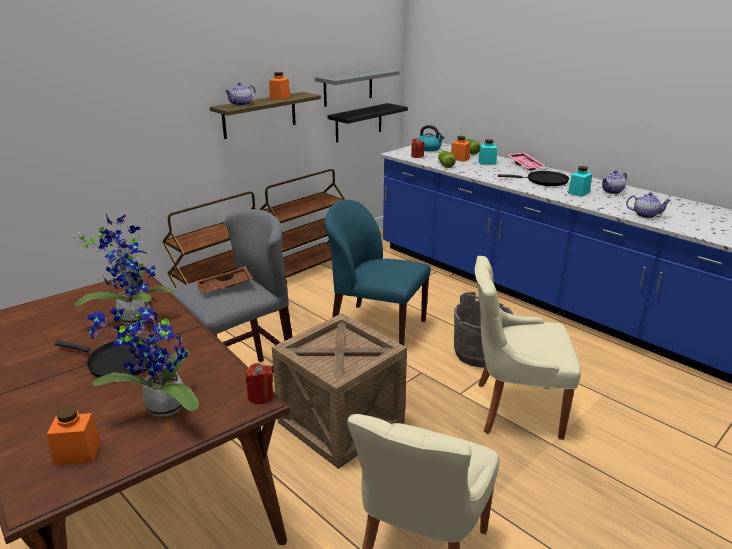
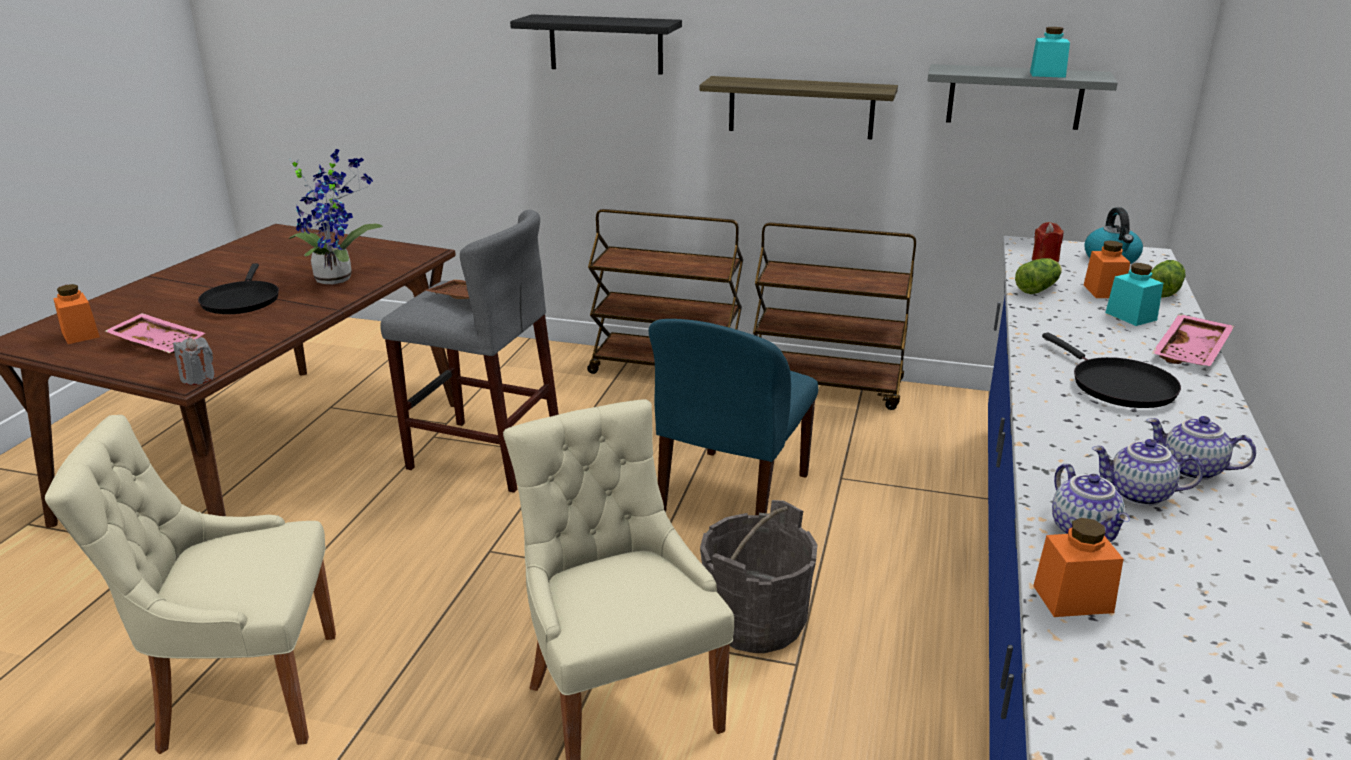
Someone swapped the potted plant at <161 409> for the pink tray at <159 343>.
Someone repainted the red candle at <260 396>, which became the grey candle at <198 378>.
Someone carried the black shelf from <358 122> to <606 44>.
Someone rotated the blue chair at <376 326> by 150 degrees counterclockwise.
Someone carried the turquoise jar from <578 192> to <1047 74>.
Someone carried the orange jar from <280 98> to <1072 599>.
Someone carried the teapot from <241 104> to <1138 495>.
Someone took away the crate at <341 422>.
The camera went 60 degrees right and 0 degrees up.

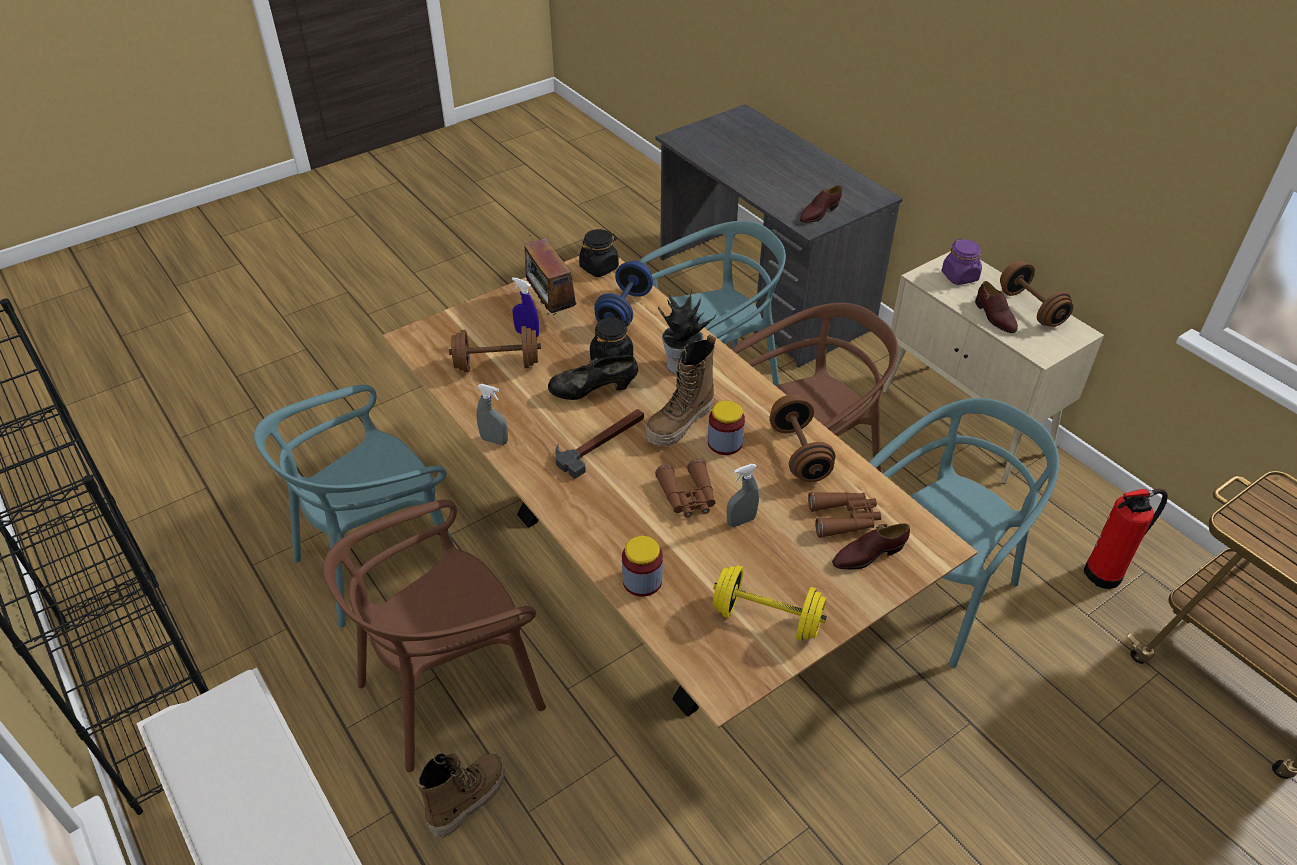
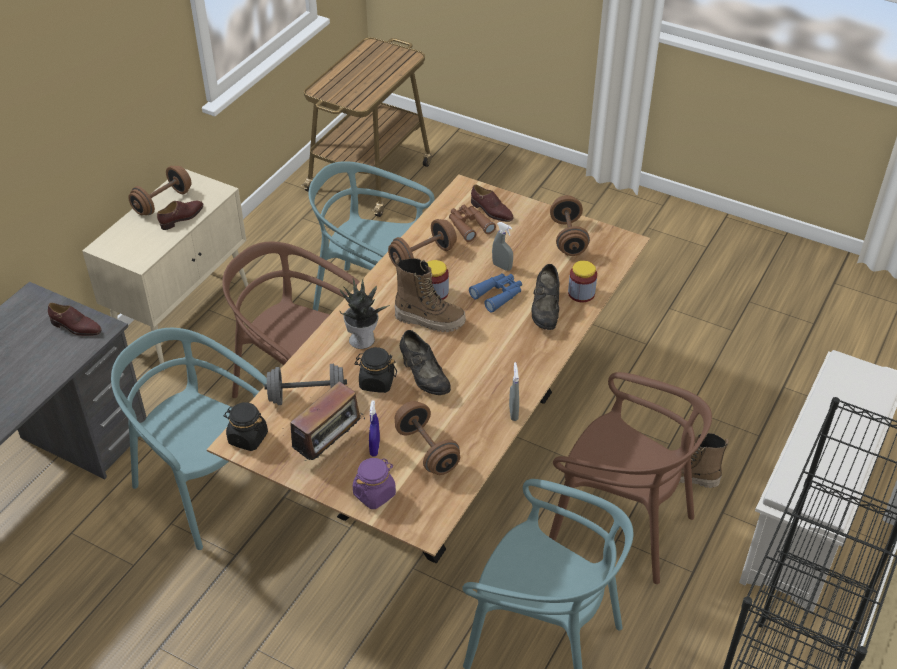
Someone repainted the blue dumbbell at <624 310>, which became the grey dumbbell at <307 397>.
Someone carried the purple jar from <960 276> to <374 494>.
Someone repainted the brown binoculars at <688 497>, which became the blue binoculars at <498 295>.
Someone put down the black shoe at <545 311>.
Someone repainted the yellow dumbbell at <767 618>, which became the brown dumbbell at <568 238>.
Someone took away the hammer at <601 442>.
Someone took away the fire extinguisher at <1106 573>.
The camera went 115 degrees left and 0 degrees up.

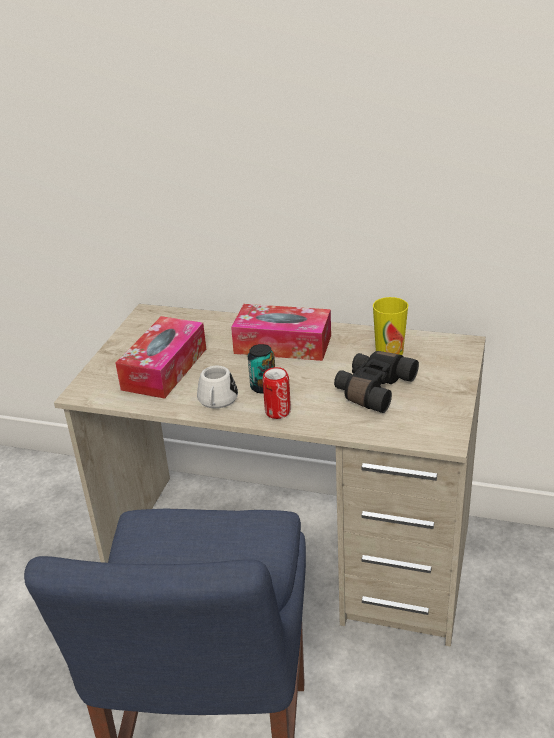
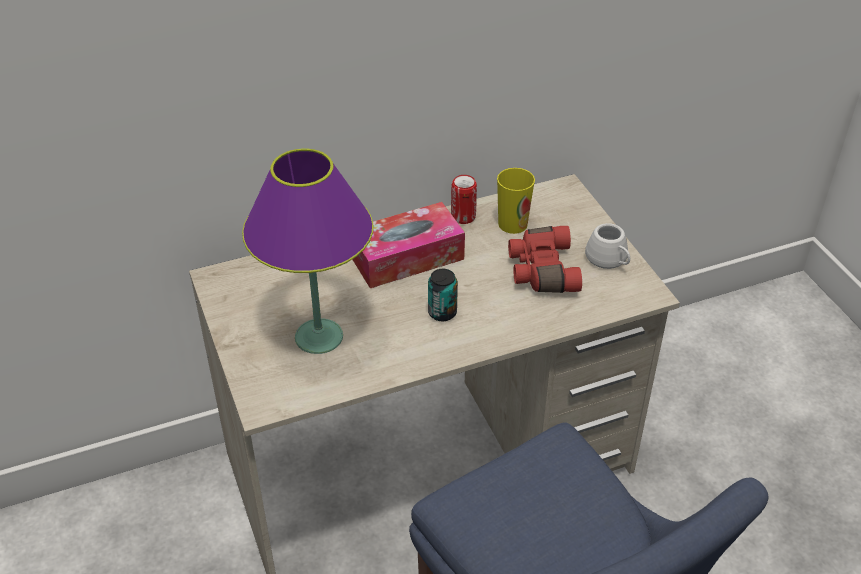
Someone swapped the tissue box at <164 369> for the purple table lamp at <319 337>.
Someone carried the can from <278 412> to <463 217>.
Someone repainted the black binoculars at <373 389>, which became the red binoculars at <541 270>.
Someone carried the white mug from <217 401> to <609 260>.
The camera went 40 degrees left and 10 degrees up.

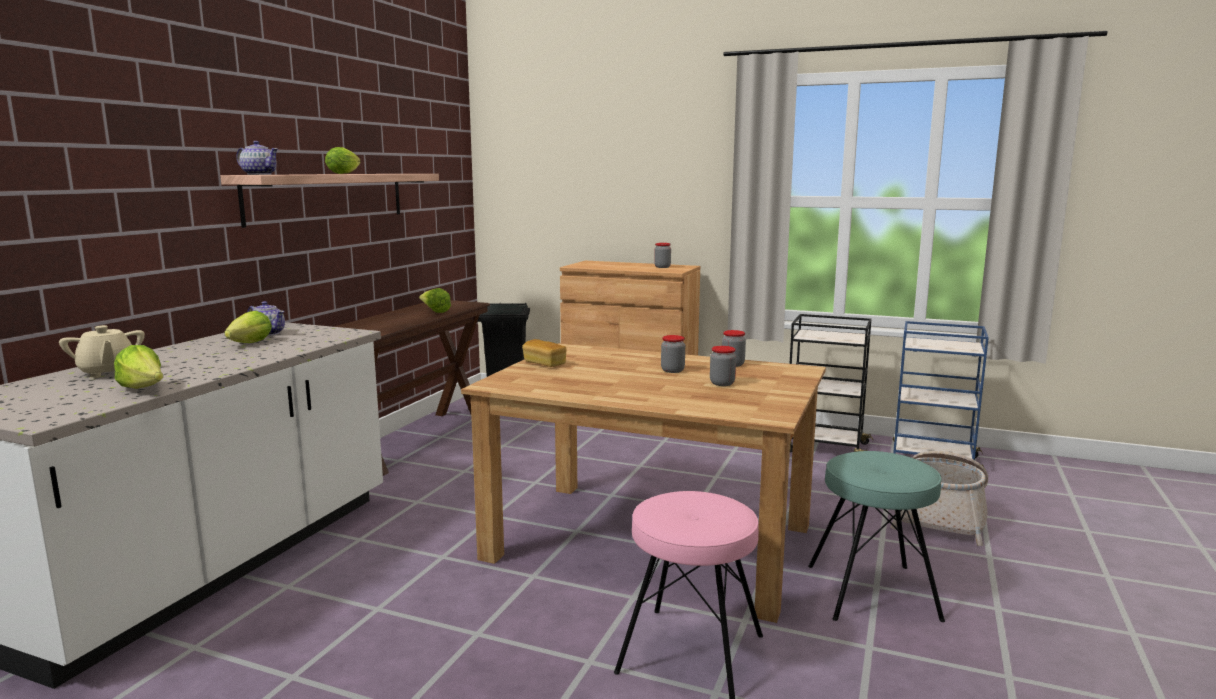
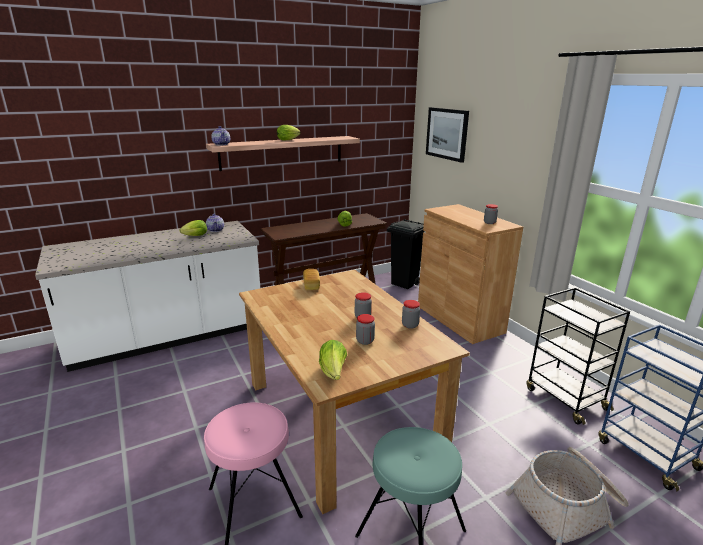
Someone carried the lettuce from <145 390> to <333 372>.
Someone put up the picture at <447 133>.
Someone took away the beige teapot at <107 373>.
The camera went 40 degrees right and 10 degrees up.

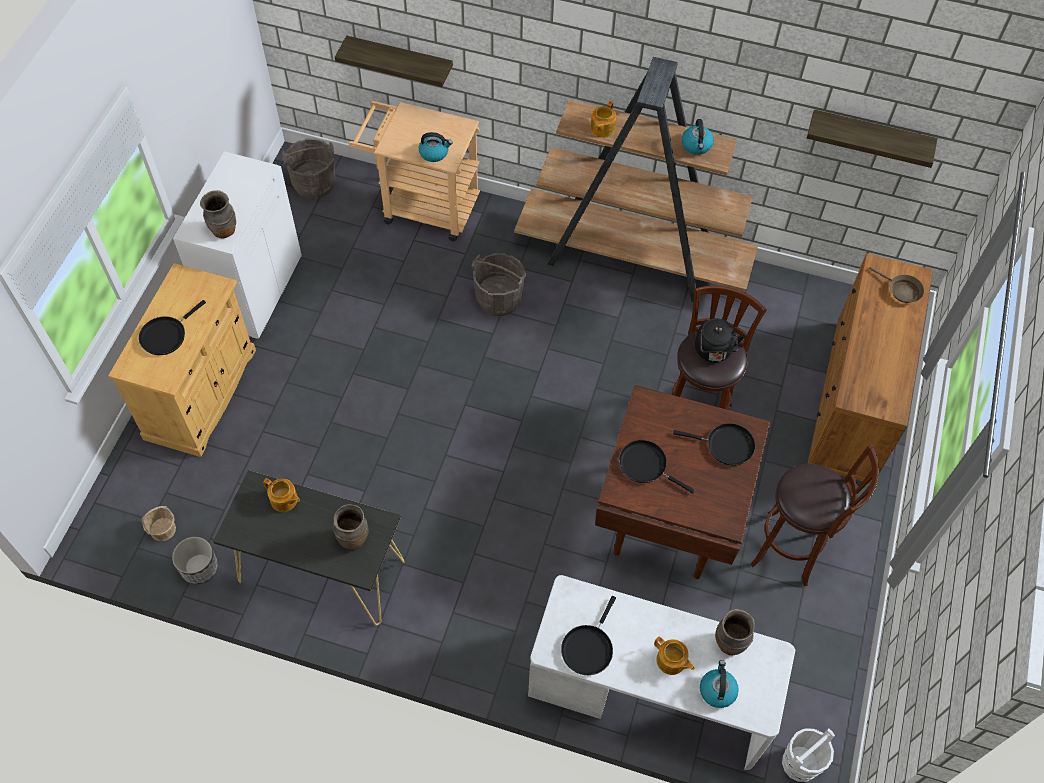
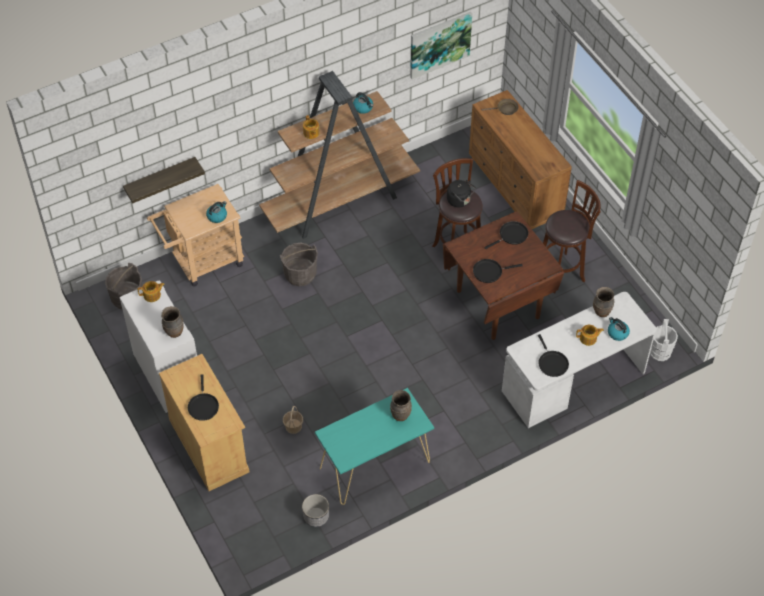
Someone carried the teapot from <284 500> to <152 295>.
Someone carried the basket from <162 529> to <293 426>.
Someone repainted the black console table at <321 570>, which became the turquoise console table at <374 465>.
Someone swapped the shelf at <870 136> for the picture at <439 44>.
The camera went 45 degrees left and 5 degrees down.

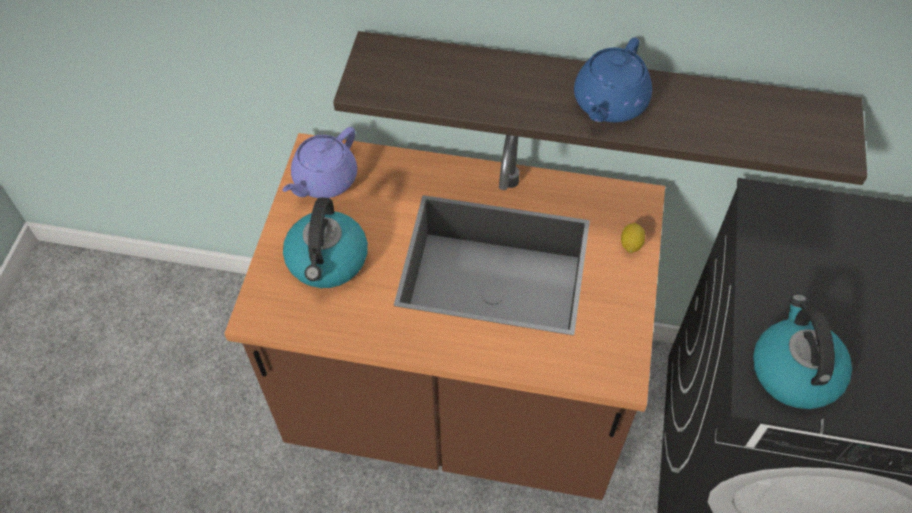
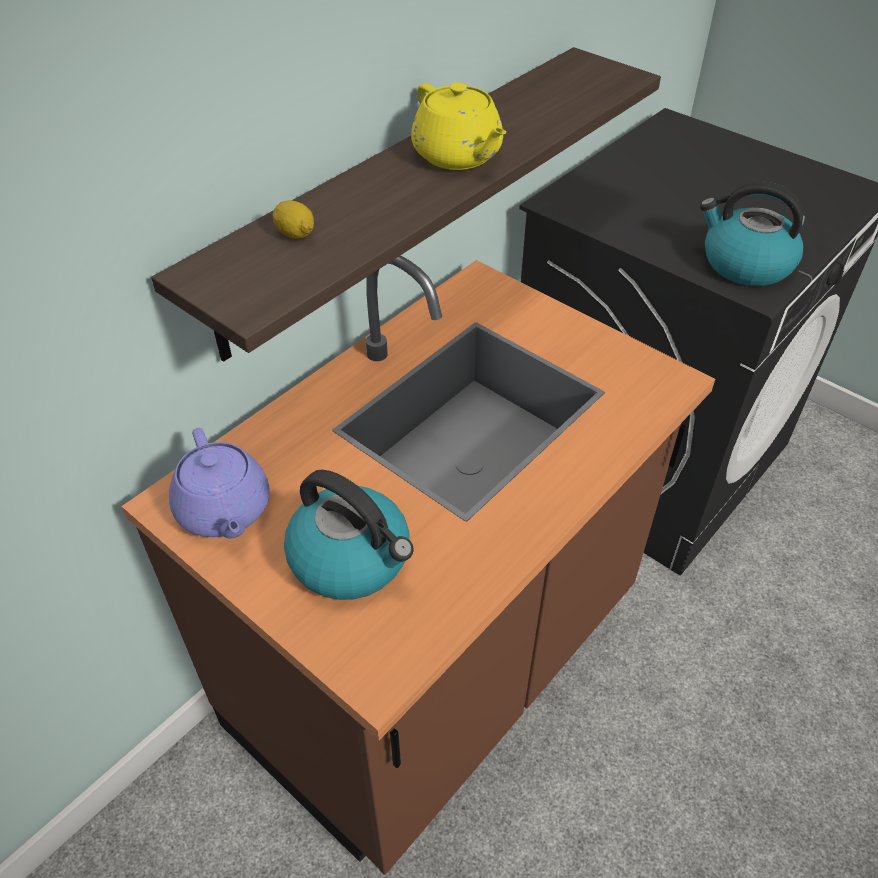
Someone carried the lemon from <631 244> to <295 234>.
Someone repainted the blue teapot at <609 103>, which became the yellow teapot at <458 156>.
The camera went 60 degrees left and 10 degrees down.

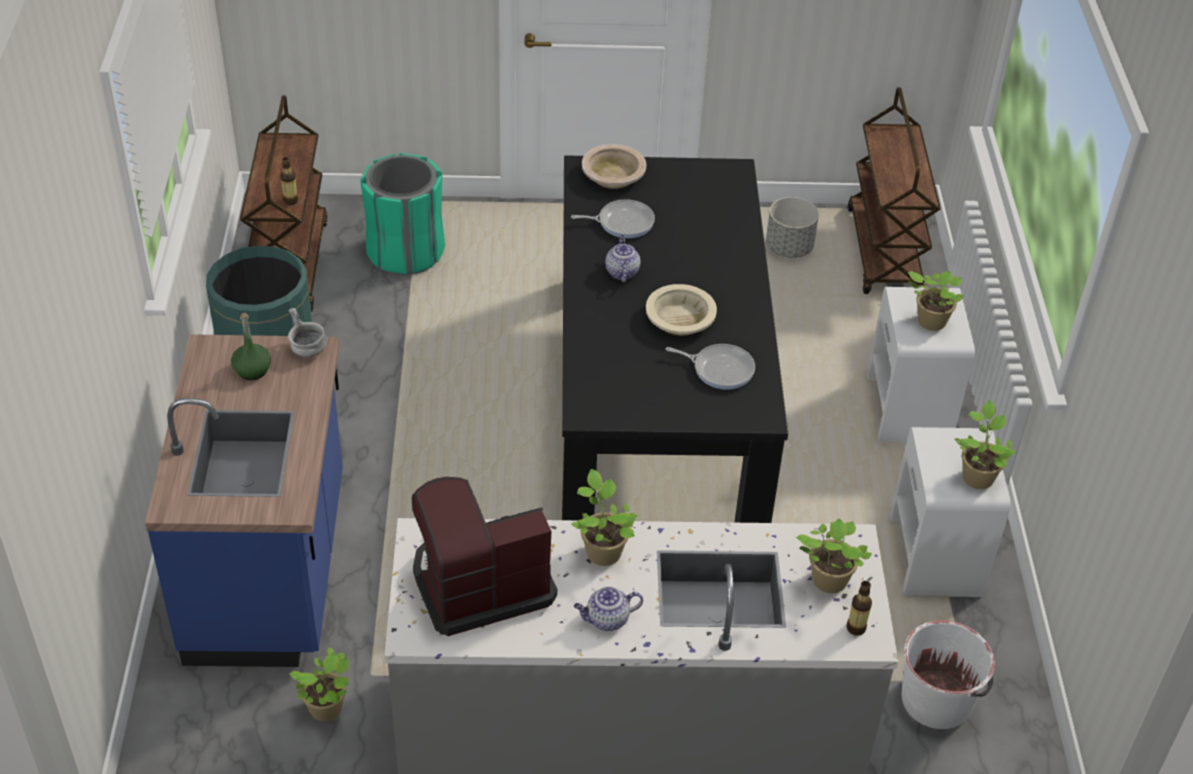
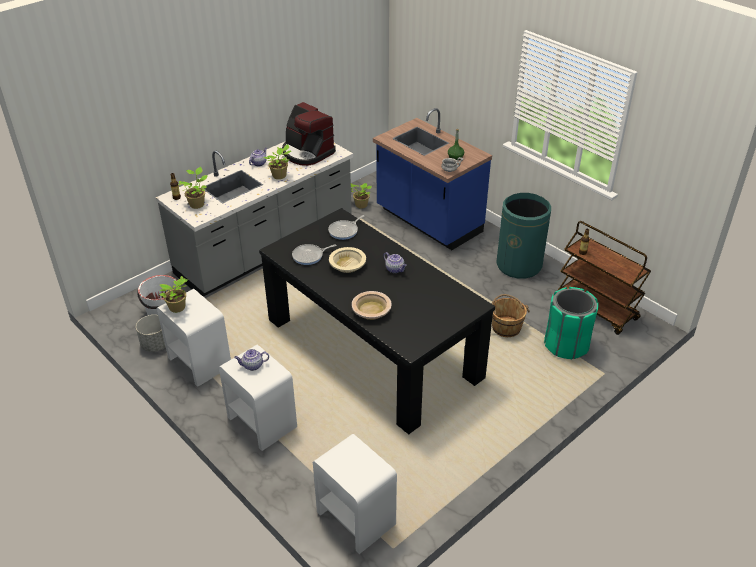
Someone carried the grey planter from <789 248> to <155 344>.
Someone swapped the potted plant at <929 322> for the teapot at <252 366>.
Someone rotated the coffee machine at <480 583> by 105 degrees clockwise.
Someone swapped the brown cart at <884 252> for the white nightstand at <355 518>.
Someone carried the frying pan from <622 222> to <344 231>.
Someone carried the beige bowl from <613 175> to <371 310>.
Someone put down the brown bucket at <506 327>.
The camera went 140 degrees right and 5 degrees down.

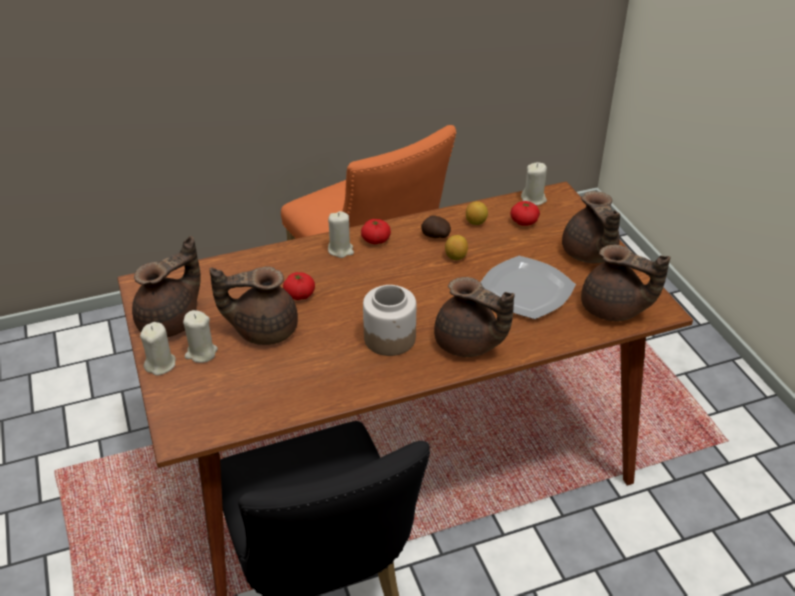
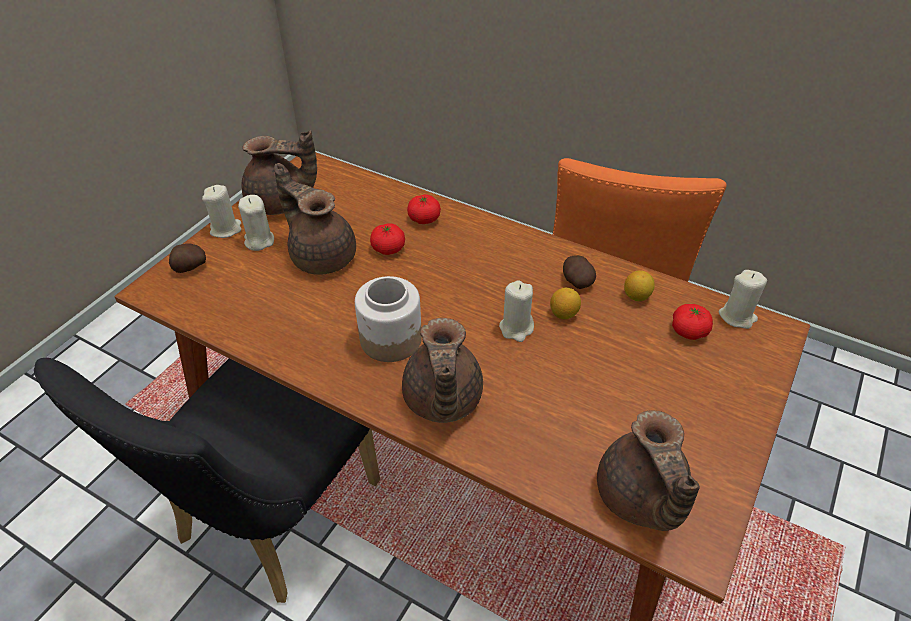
Someone put down the potato at <190 267>.
Someone carried the tomato from <376 240> to <424 219>.
Someone carried the beige candle from <340 250> to <516 328>.
Someone took away the plate at <527 290>.
Someone took away the brown teapot at <589 254>.
The camera went 50 degrees right and 5 degrees up.

